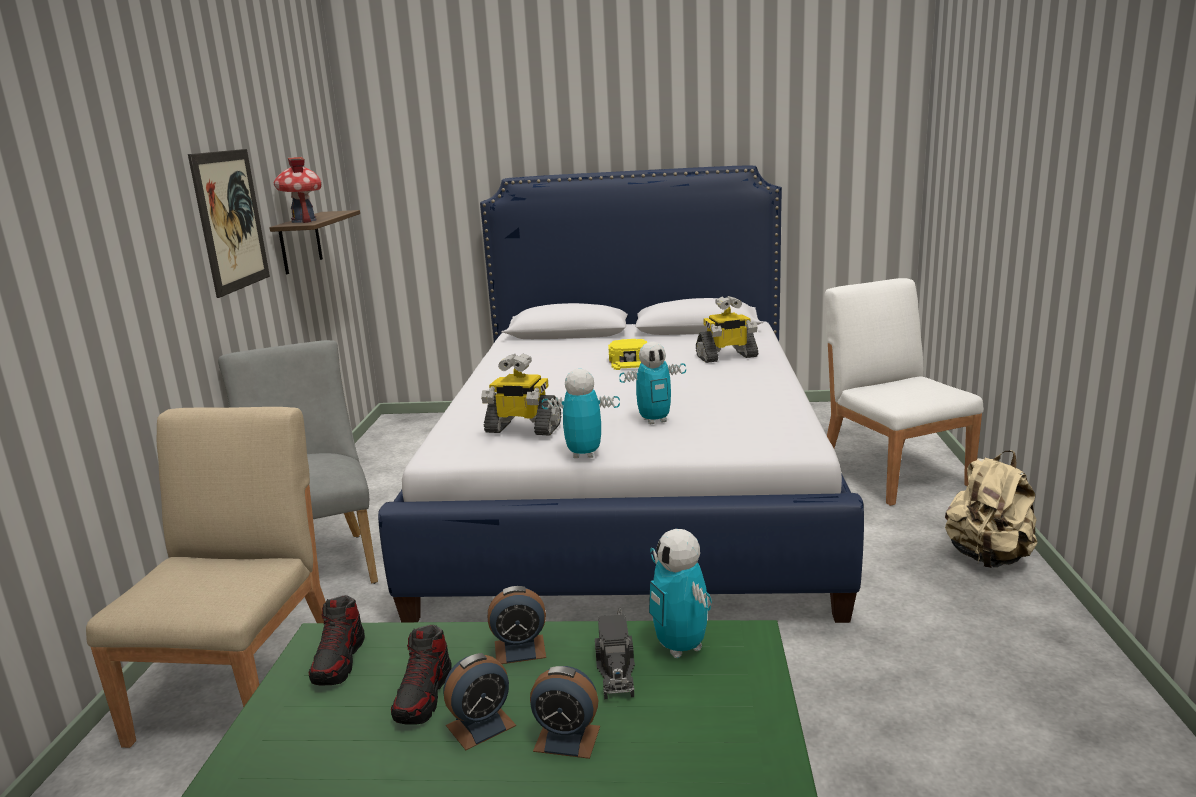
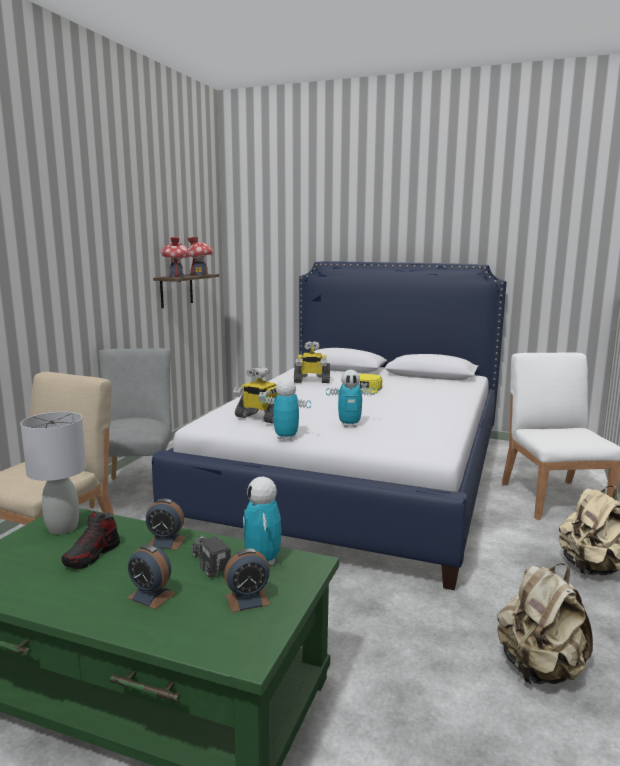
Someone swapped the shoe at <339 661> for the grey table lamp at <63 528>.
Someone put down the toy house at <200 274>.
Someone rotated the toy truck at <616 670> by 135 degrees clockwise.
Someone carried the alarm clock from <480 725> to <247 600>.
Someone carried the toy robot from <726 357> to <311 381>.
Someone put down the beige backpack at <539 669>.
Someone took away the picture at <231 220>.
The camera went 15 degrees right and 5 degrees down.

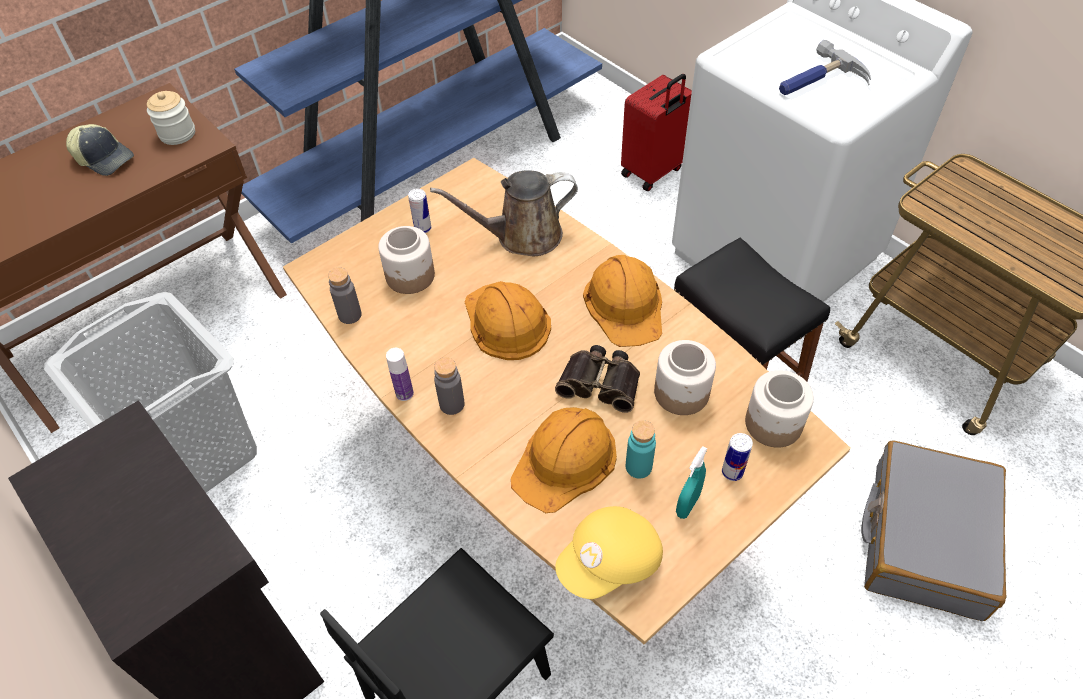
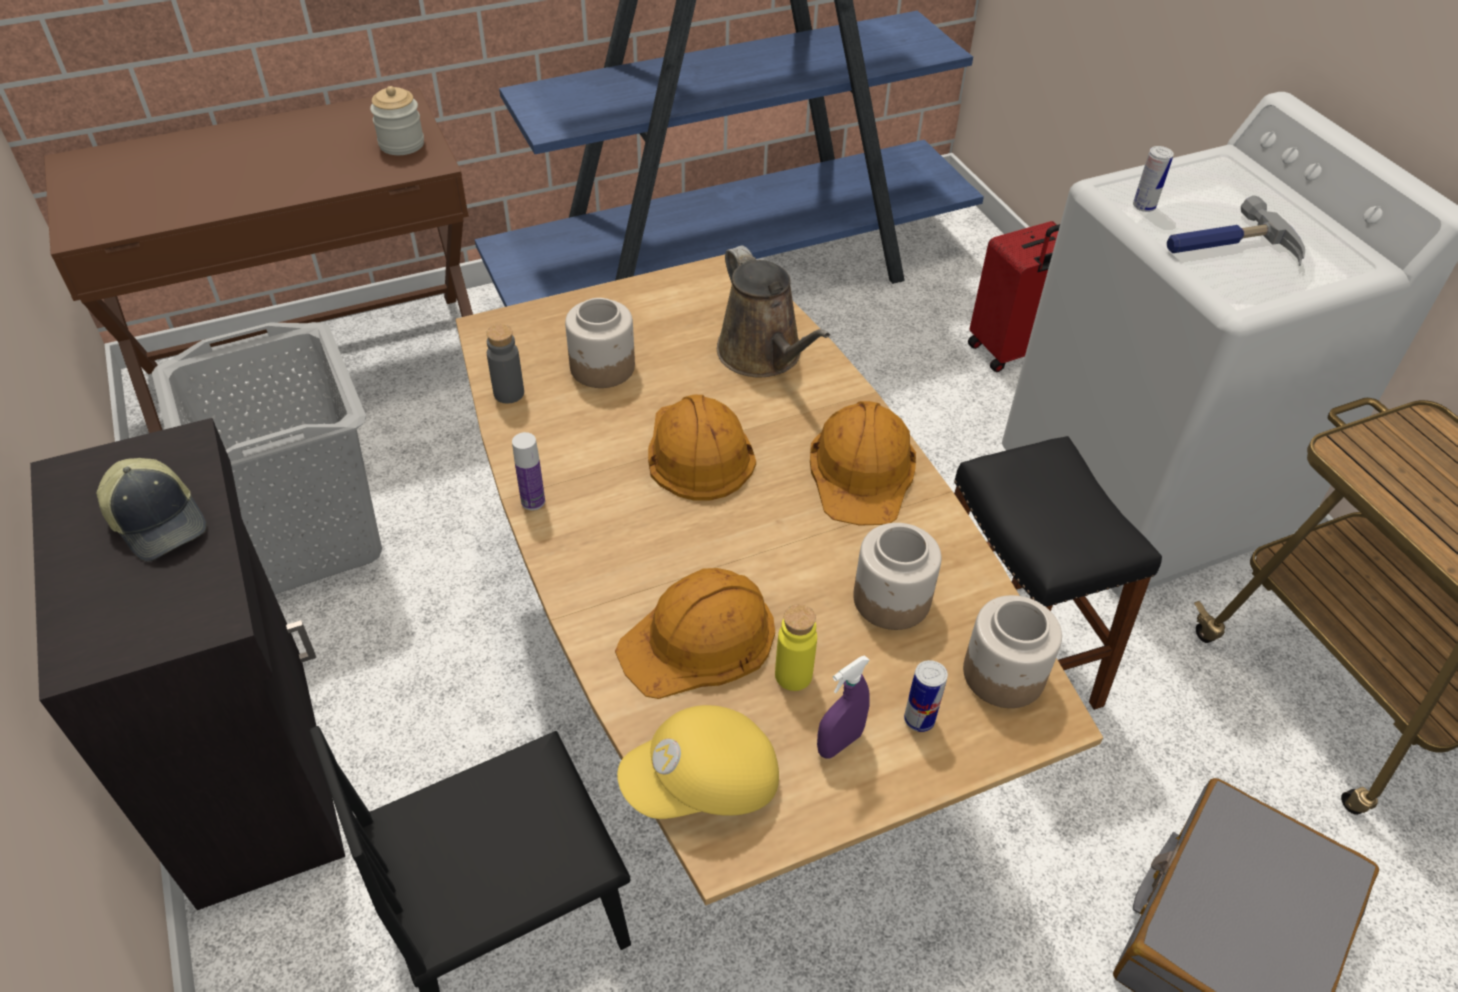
Someone carried the cap from <104 158> to <159 521>.
Someone rotated the brown watering can at <522 236> by 120 degrees counterclockwise.
Someone repainted the turquoise bottle at <638 467>, which became the yellow bottle at <793 675>.
Someone repainted the turquoise spray bottle at <687 505>, which became the purple spray bottle at <839 743>.
Someone carried the can from <423 228> to <1144 206>.
Someone took away the grey bottle at <452 404>.
Someone took away the binoculars at <601 382>.
The camera went 15 degrees right and 5 degrees down.

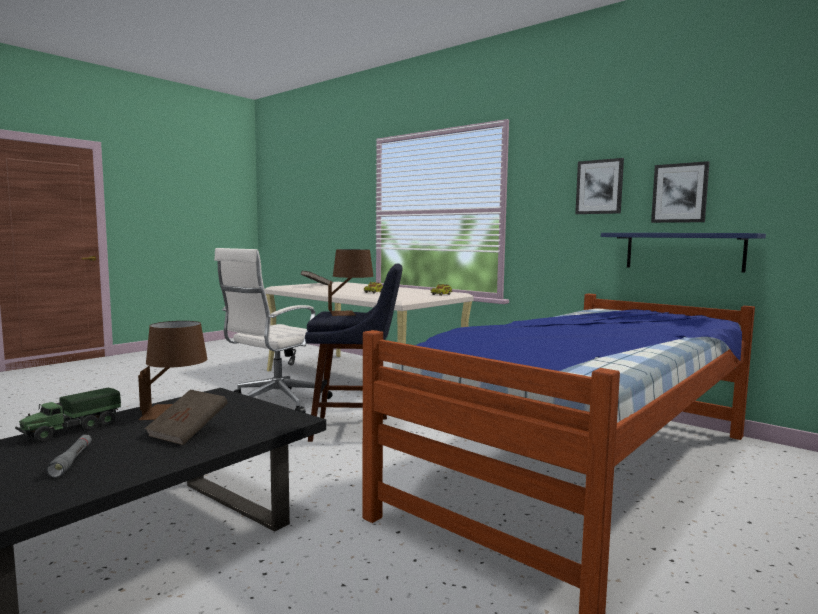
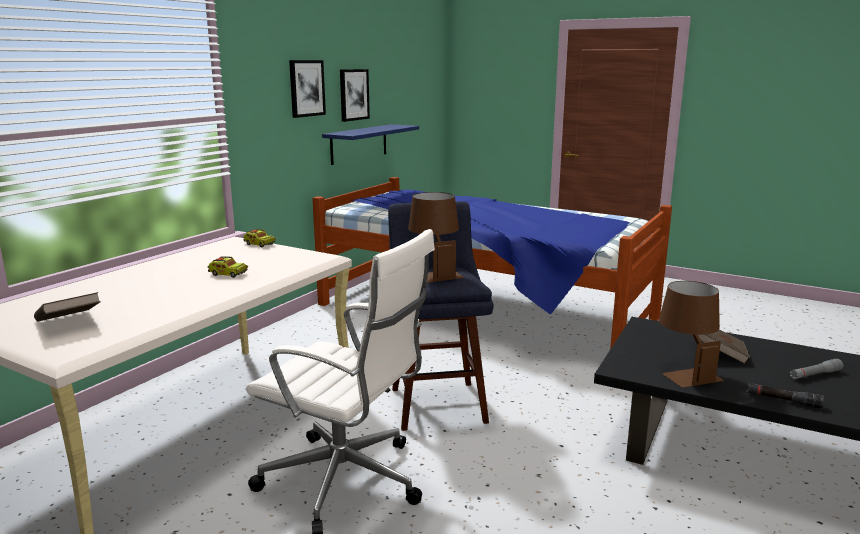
Someone swapped the toy truck at <71 430> for the black flashlight at <783 400>.
The camera went 100 degrees left and 10 degrees up.

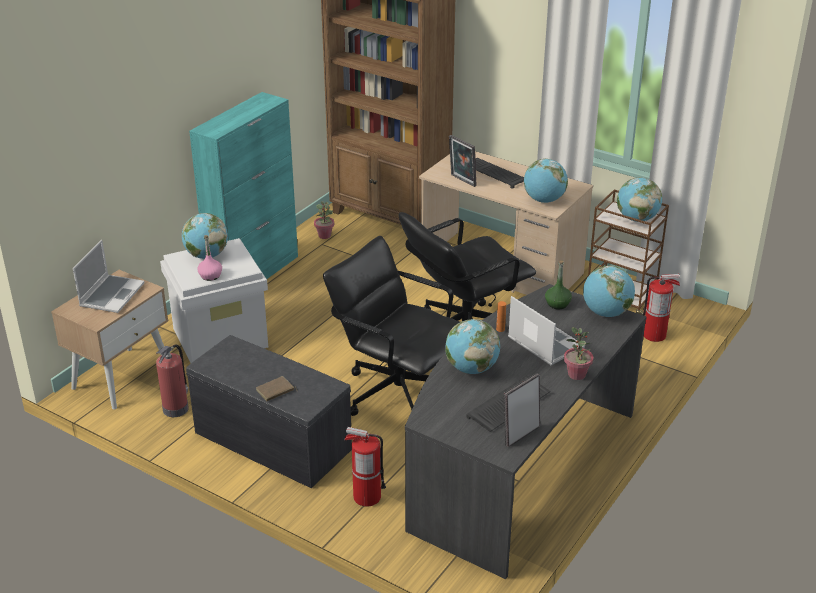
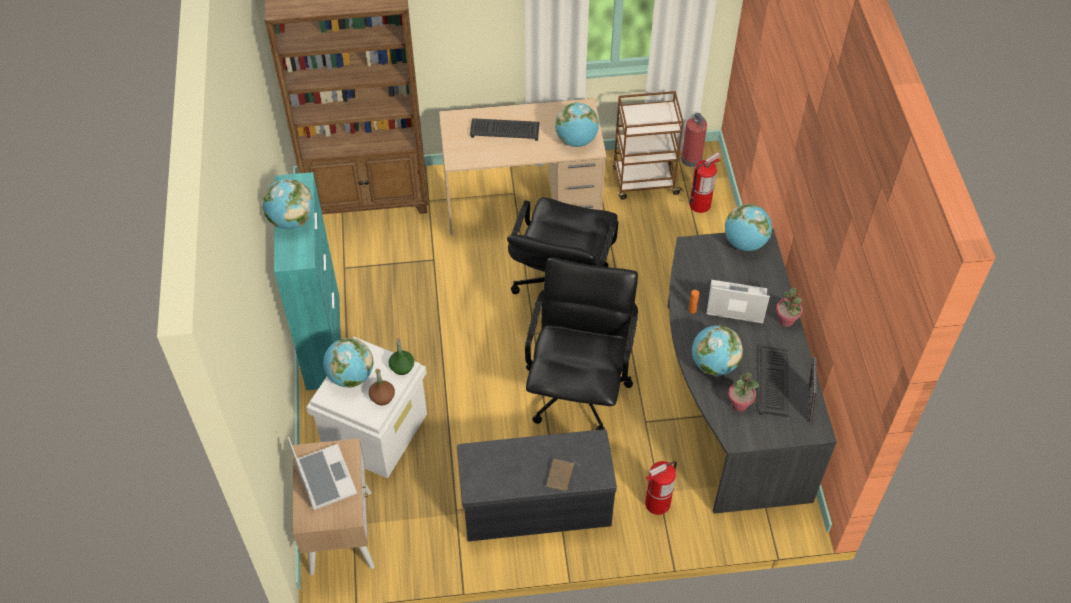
Someone carried the globe from <637 219> to <291 220>.
Someone repainted the pink bottle at <210 276>, which became the brown bottle at <382 397>.
Someone carried the green bottle from <557 304> to <402 367>.
Someone rotated the black office chair at <398 393> by 105 degrees clockwise.
Someone carried the fire extinguisher from <176 408> to <691 158>.
Someone carried the potted plant from <324 235> to <739 404>.
Someone took away the picture frame at <462 181>.
The camera went 40 degrees left and 20 degrees up.

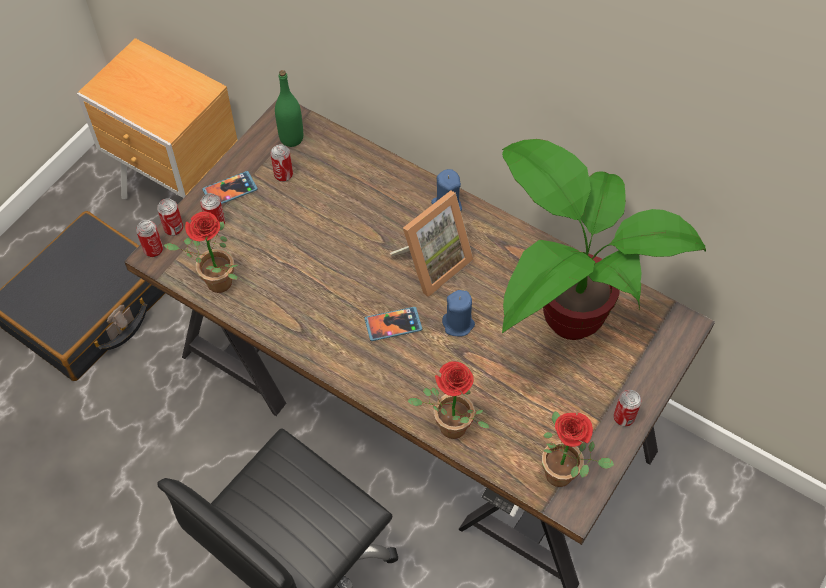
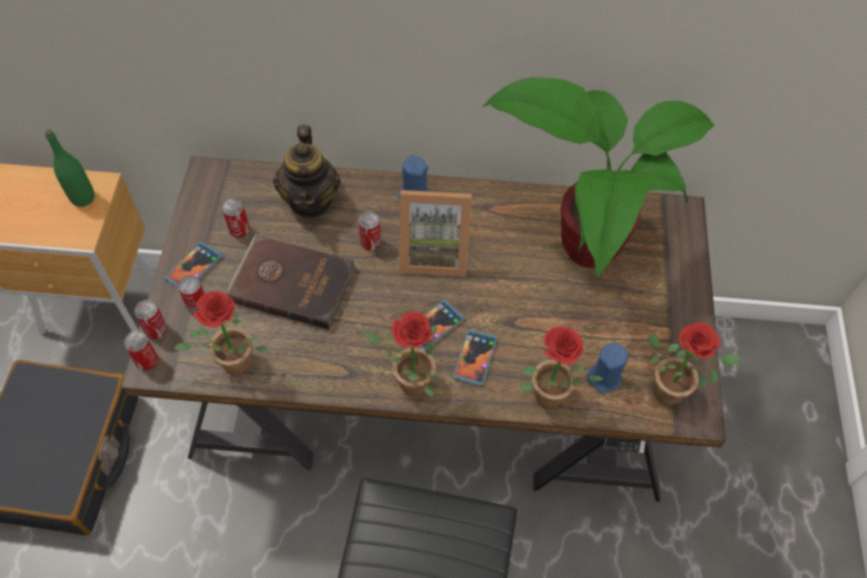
Someone carried the green bottle from <291 138> to <83 198>.
Someone put down the brown book at <292 282>.
Someone put down the teapot at <311 200>.
Someone carried the can from <623 417> to <370 243>.
Someone put down the potted plant at <407 383>.
Someone rotated the picture frame at <432 263> by 75 degrees clockwise.
Someone put down the phone at <474 358>.
Someone carried the blue candle from <458 324> to <604 377>.
The camera went 30 degrees left and 0 degrees up.

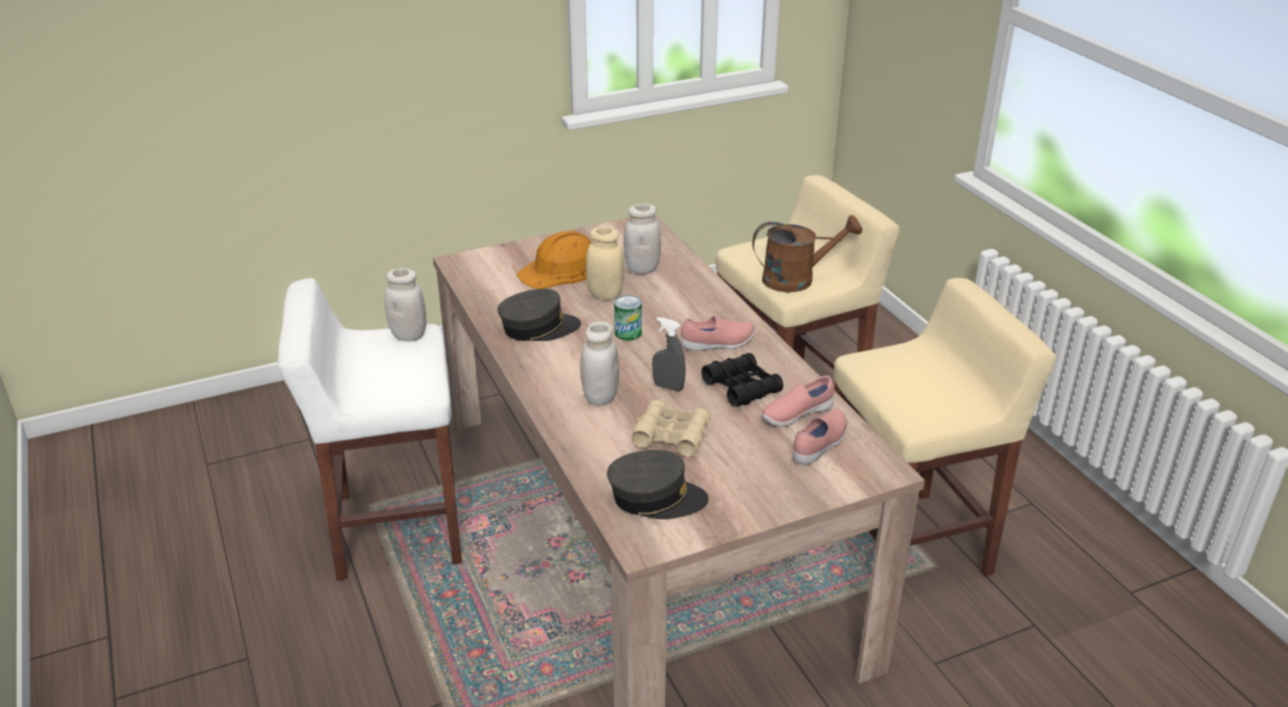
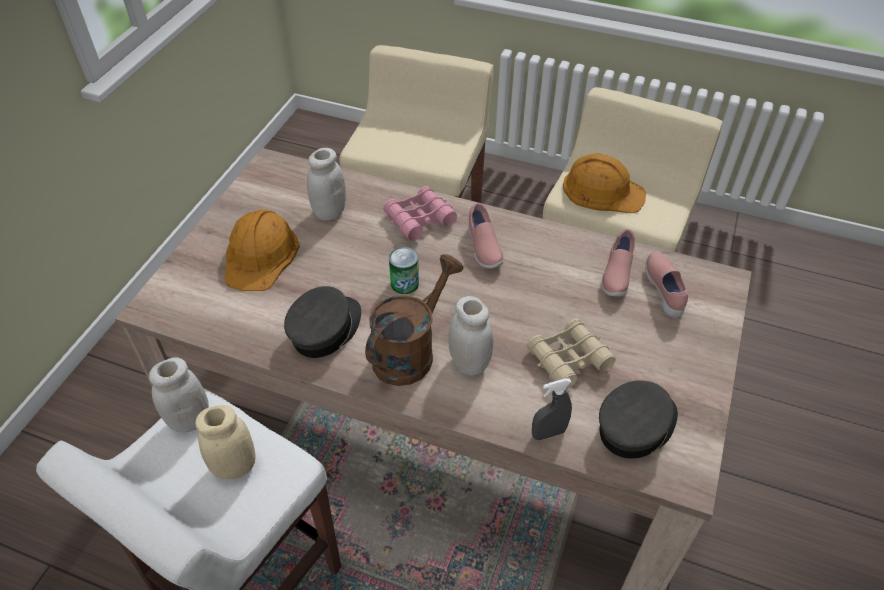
Someone carried the beige jar from <605 294> to <235 466>.
Someone carried the brown watering can from <797 279> to <410 351>.
Someone put down the pink binoculars at <419 219>.
Someone rotated the pink shoe at <717 344> by 135 degrees clockwise.
Someone carried the grey spray bottle from <668 387> to <548 433>.
Someone put down the orange hard hat at <602 190>.
Someone took away the black binoculars at <742 387>.
The camera went 45 degrees left and 15 degrees up.

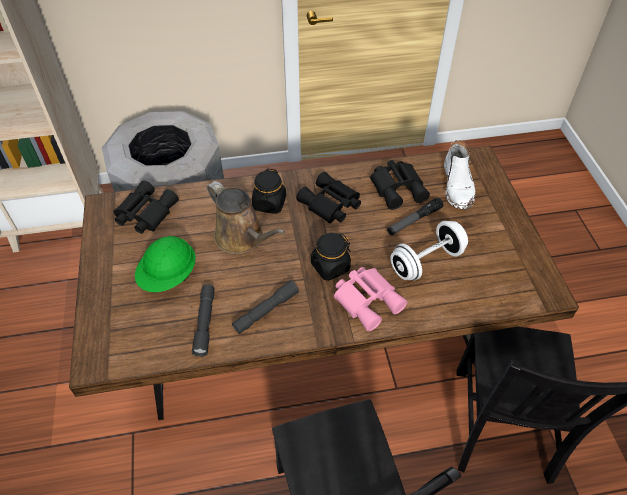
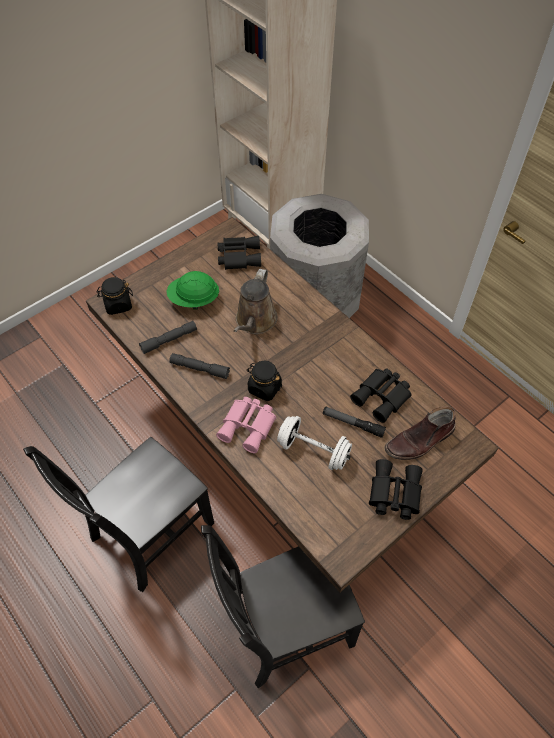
Someone carried the black jar from <269 203> to <118 305>.
Someone carried the black binoculars from <330 205> to <393 493>.
Someone repainted the white boot at <458 186>, which became the brown boot at <420 441>.
The camera went 60 degrees right and 5 degrees up.

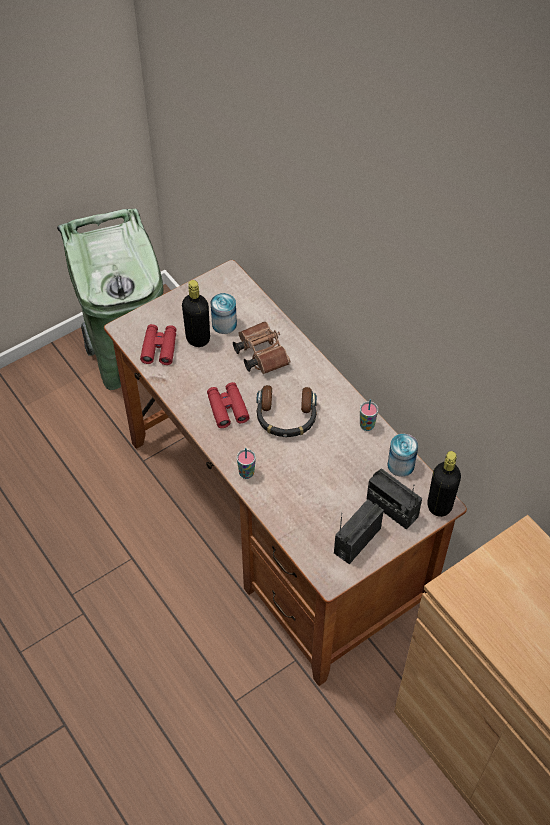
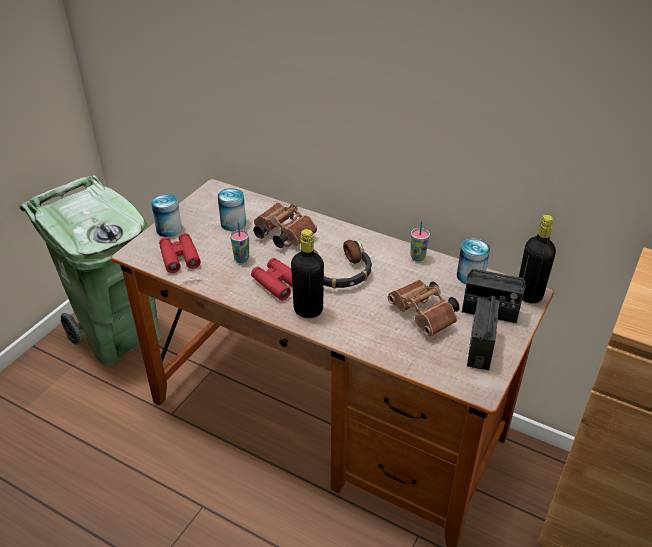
Someone put down the can at <169 229>.
Someone carried the cup from <246 473> to <241 259>.
Someone carried the black bottle from <198 339> to <308 310>.
Someone put down the brown binoculars at <425 316>.
The camera went 25 degrees left and 15 degrees down.

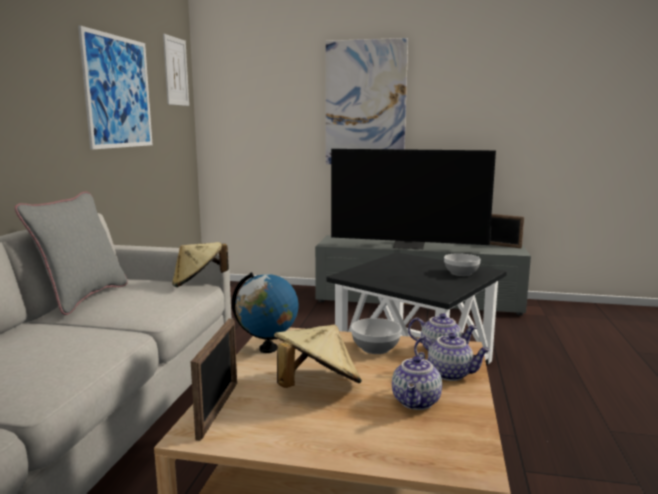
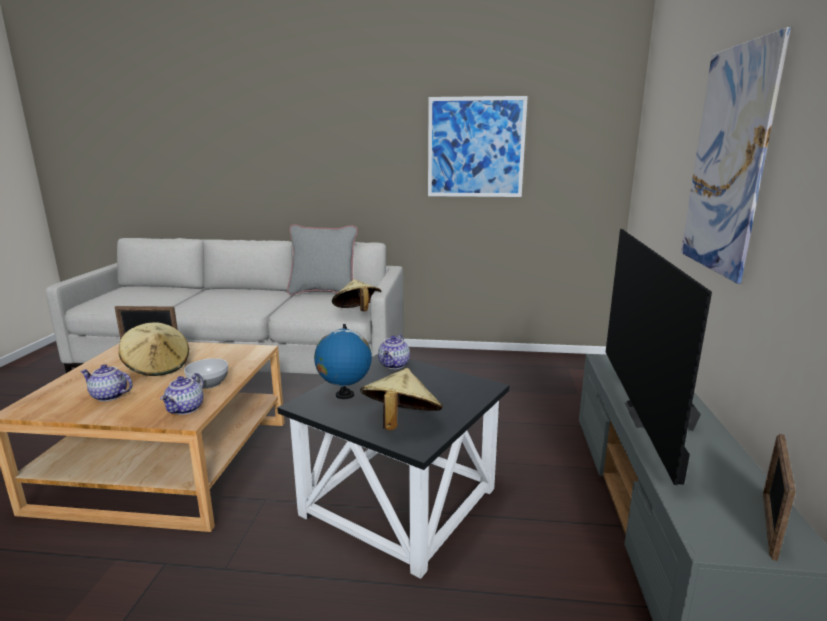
Someone carried the globe from <268 349> to <344 395>.
Someone swapped the bowl at <461 273> for the beige hat at <400 423>.
Someone carried the teapot from <450 374> to <394 365>.
Someone took away the picture at <176 71>.
The camera went 85 degrees right and 5 degrees up.

